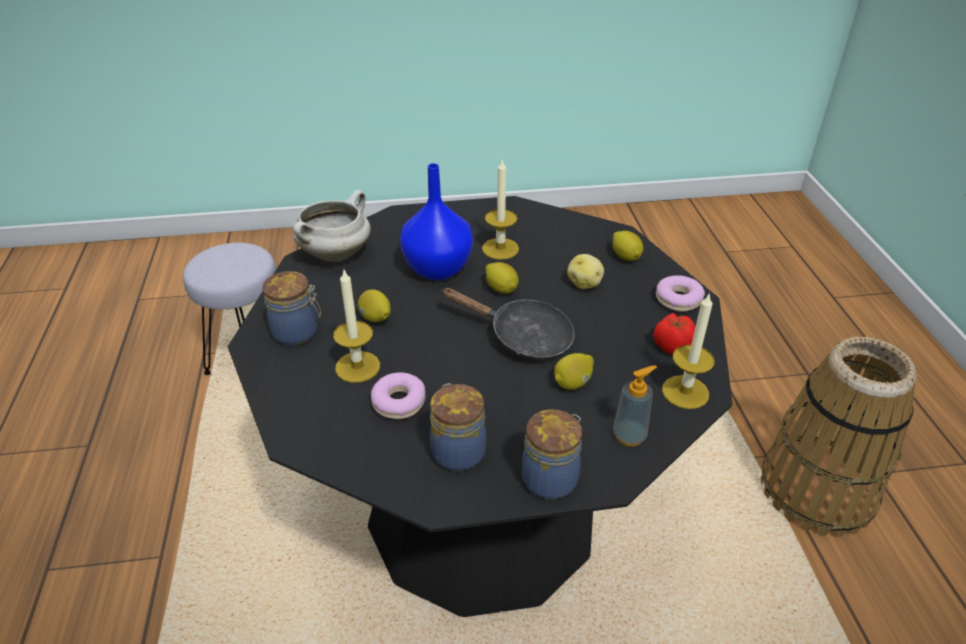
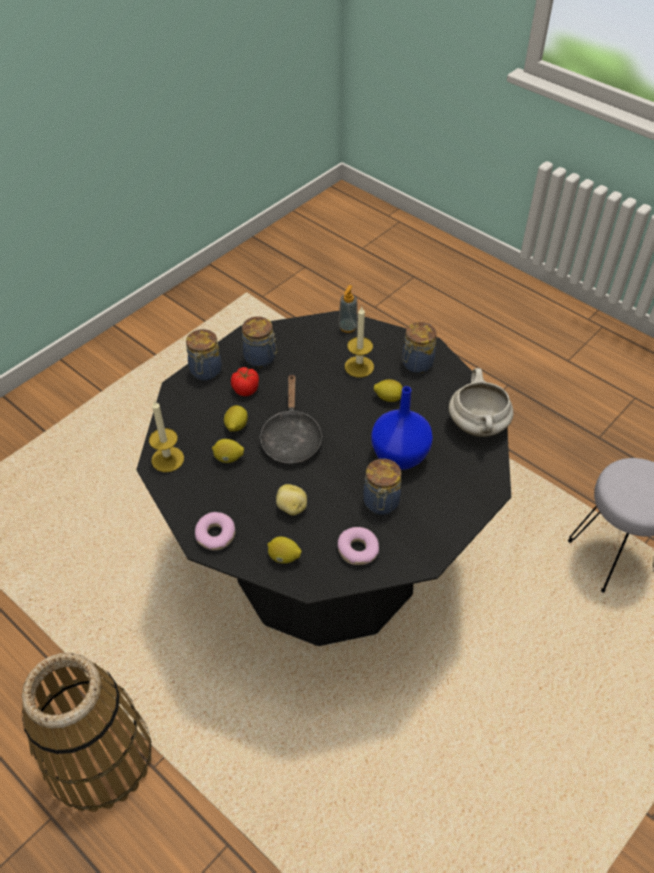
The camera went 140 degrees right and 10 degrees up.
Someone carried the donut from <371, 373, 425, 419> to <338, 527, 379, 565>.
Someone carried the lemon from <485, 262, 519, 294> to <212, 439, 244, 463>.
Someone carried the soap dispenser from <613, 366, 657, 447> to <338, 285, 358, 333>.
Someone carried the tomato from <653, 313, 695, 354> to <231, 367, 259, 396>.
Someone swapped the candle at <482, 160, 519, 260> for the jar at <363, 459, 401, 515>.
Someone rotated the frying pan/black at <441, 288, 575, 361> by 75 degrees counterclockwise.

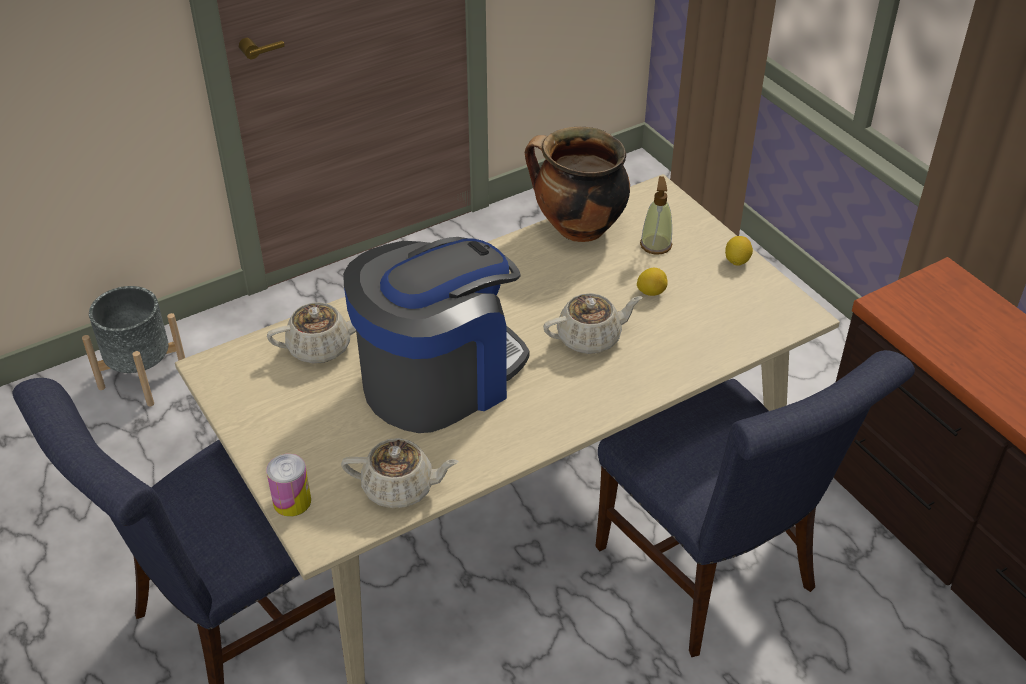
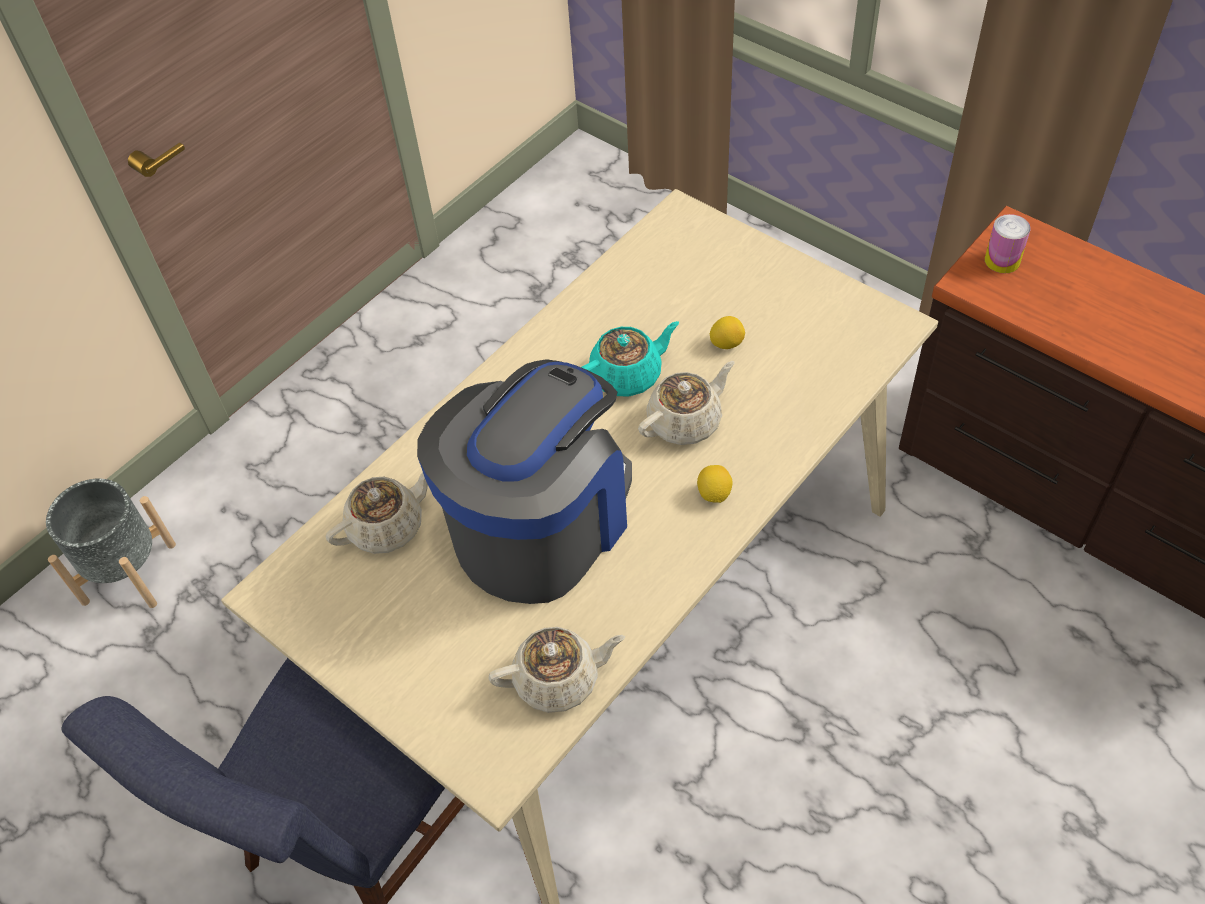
The camera went 15 degrees left and 10 degrees up.
Someone took away the cooking pot at <525, 127, 630, 242>.
Someone took away the chair/blue at <595, 350, 915, 657>.
Someone took away the soap dispenser at <640, 176, 672, 255>.
Someone put down the teapot/turquoise at <581, 321, 679, 397>.
Someone carried the can from <266, 454, 311, 516> to <985, 214, 1031, 273>.
Someone carried the lemon from <725, 236, 753, 266> to <697, 465, 733, 503>.

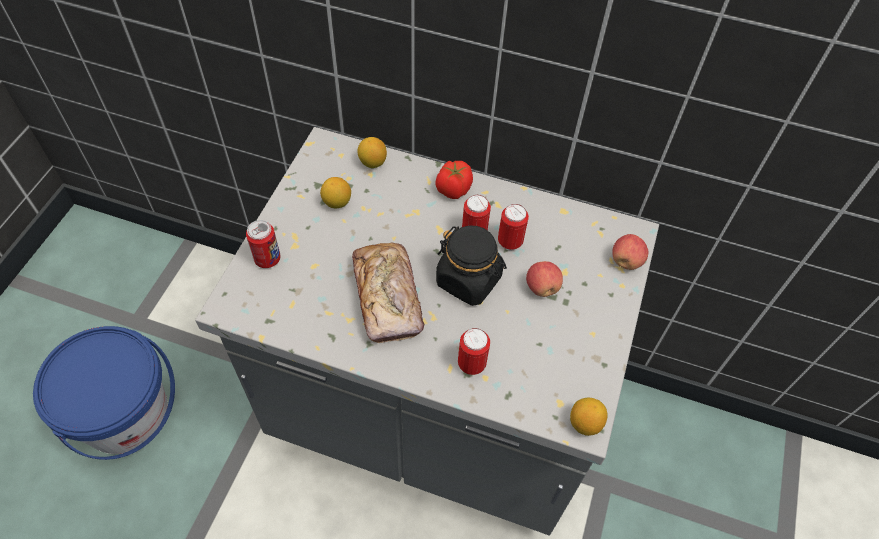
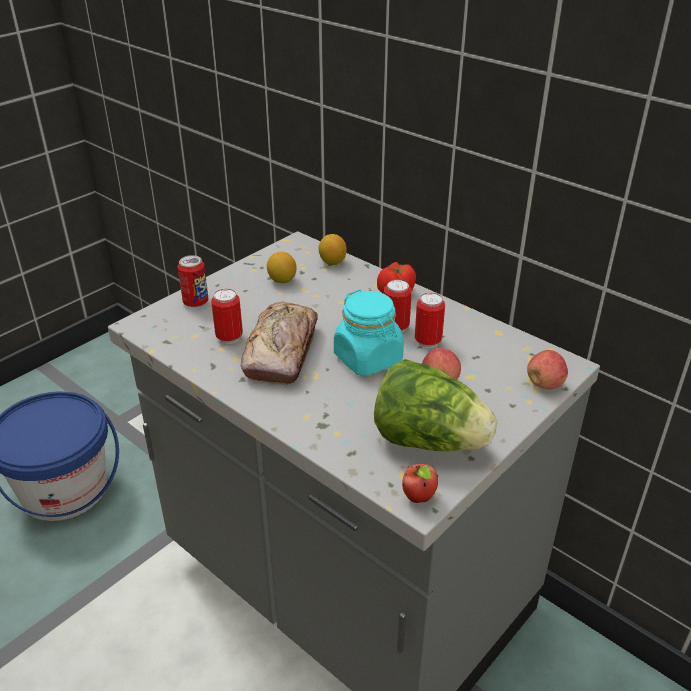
The camera went 25 degrees right and 20 degrees down.
Someone put down the lettuce at <374, 359, 497, 451>.
Someone carried the can from <458, 328, 490, 375> to <211, 289, 243, 344>.
Someone swapped the lemon at <570, 398, 608, 436> for the apple at <402, 464, 438, 503>.
Someone repainted the jar/black at <436, 226, 507, 306>, which became the jar/turquoise at <334, 289, 404, 376>.

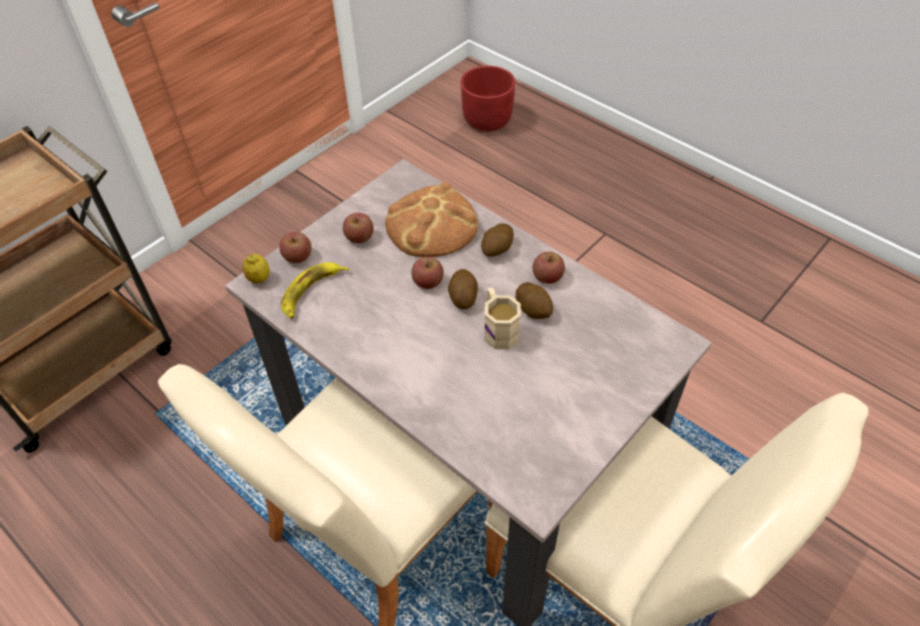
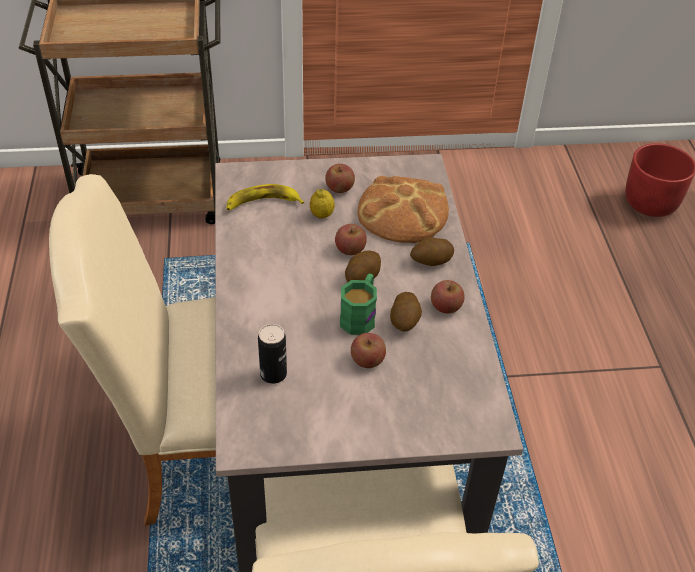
The camera went 40 degrees right and 5 degrees down.
Someone put down the can at <258, 324, 287, 384>.
Someone carried the lemon from <243, 254, 270, 283> to <310, 189, 335, 219>.
Someone carried the apple from <279, 232, 311, 263> to <351, 333, 386, 368>.
Someone repainted the mug/beige at <484, 288, 521, 350>, which became the mug/green at <340, 274, 377, 335>.

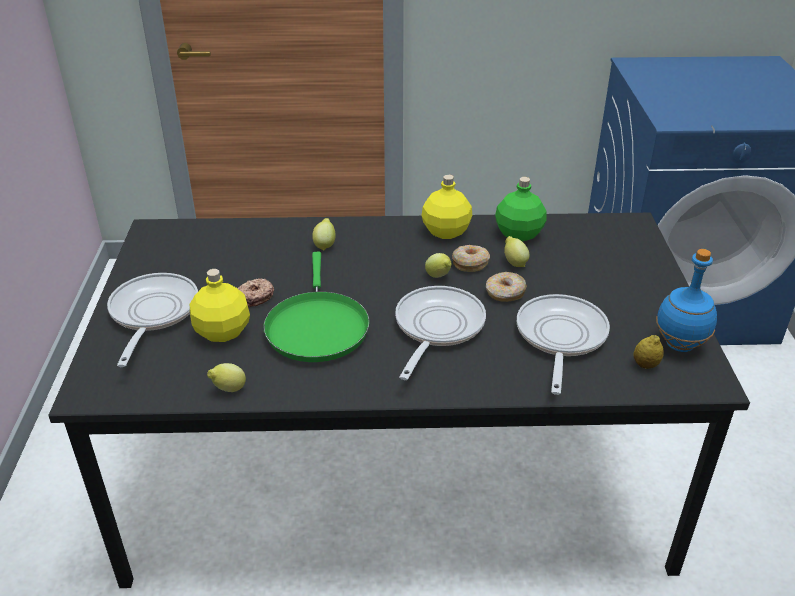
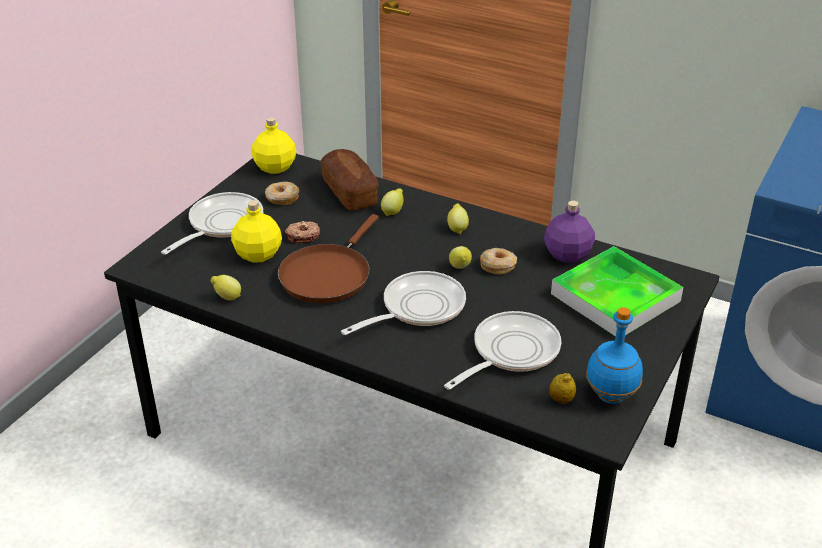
The camera went 30 degrees right and 0 degrees up.
Someone put down the bread at <320, 149, 379, 210>.
Someone put down the tray at <551, 246, 683, 337>.
Someone carried the bottle/yellow from <421, 175, 472, 239> to <251, 117, 296, 174>.
Someone carried the donut from <486, 272, 527, 302> to <265, 182, 299, 205>.
Someone carried the lemon from <504, 236, 530, 267> to <447, 203, 469, 234>.
Someone repainted the frying pan/green at <263, 252, 370, 362>, which became the frying pan/brown at <278, 214, 379, 303>.
Someone repainted the bottle/green at <495, 177, 547, 242>, which became the bottle/purple at <544, 200, 595, 263>.

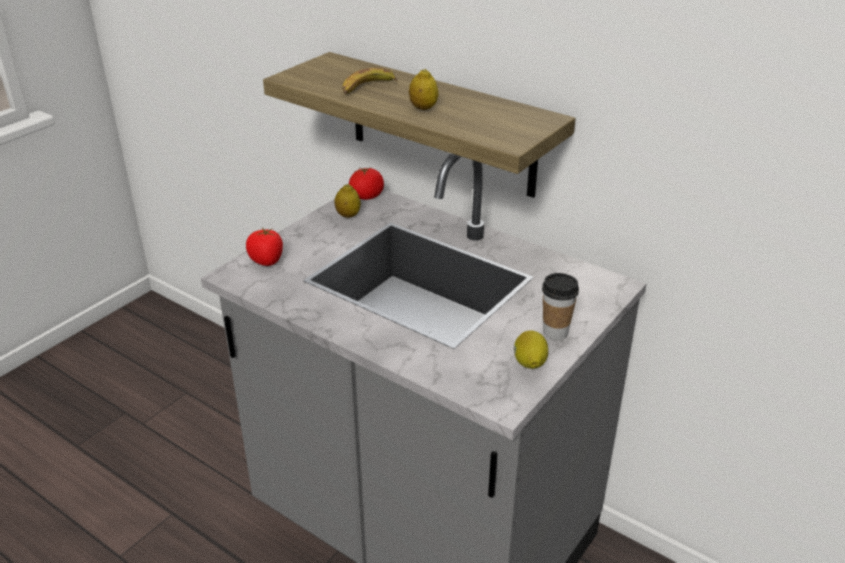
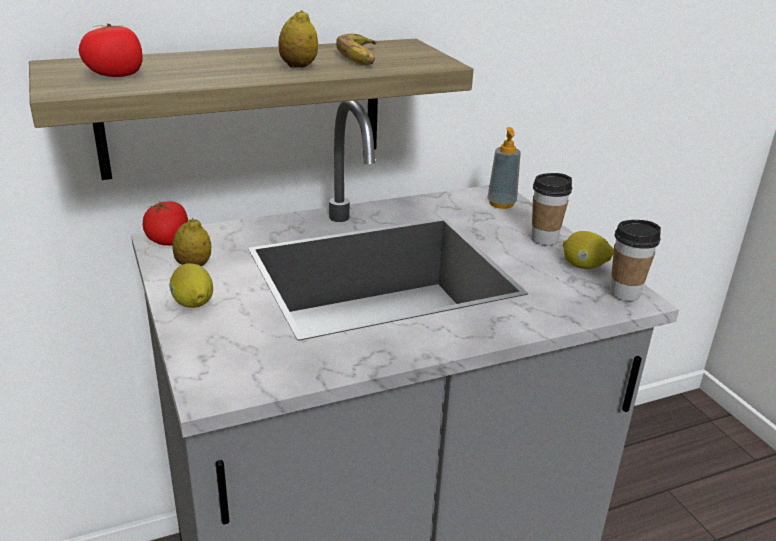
The camera went 60 degrees left and 5 degrees down.
Someone put down the lemon at <170, 263, 213, 308>.
Someone put down the soap dispenser at <488, 127, 521, 209>.
Someone put down the cup at <610, 220, 661, 301>.
Someone carried the tomato from <246, 228, 283, 266> to <79, 23, 142, 77>.
Someone carried the banana from <343, 68, 397, 94> to <336, 34, 377, 65>.

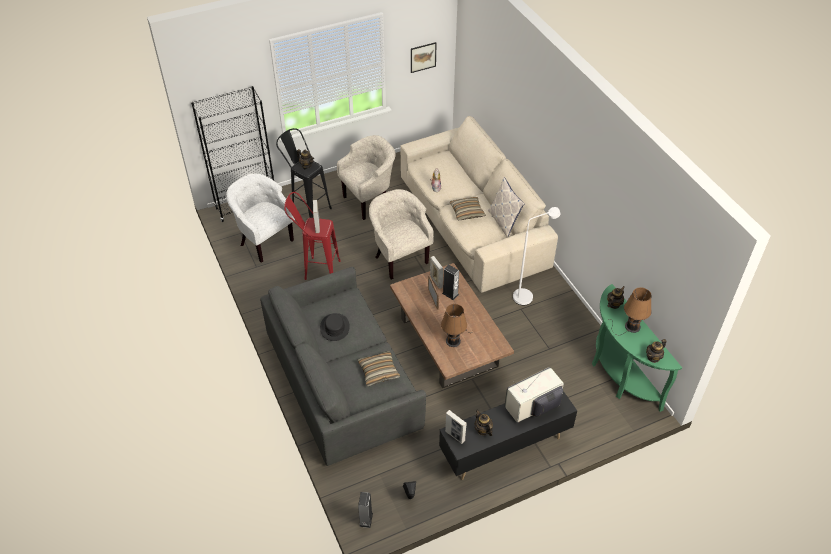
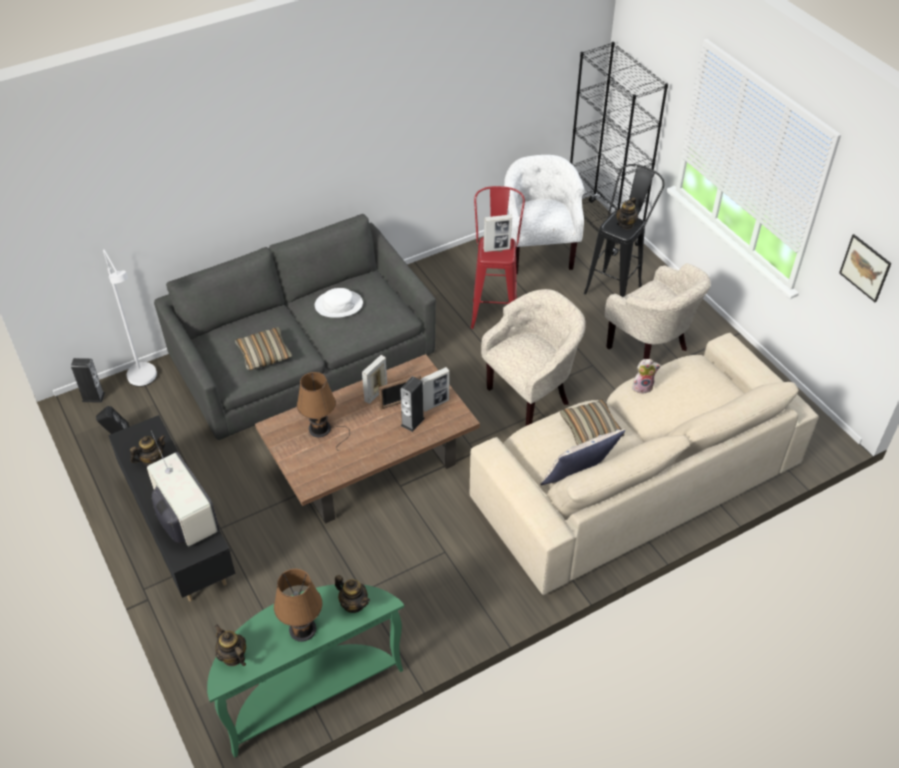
The camera went 85 degrees right and 0 degrees up.
Someone carried the picture frame from <445, 410, 467, 444> to <362, 355, 387, 404>.
Someone carried the floor lamp/white from <513, 207, 560, 305> to <103, 249, 157, 387>.
Someone repainted the hat/black at <320, 313, 350, 341>, which became the hat/white at <315, 288, 363, 318>.
Someone rotated the armchair/white at <226, 173, 295, 263> by 45 degrees counterclockwise.

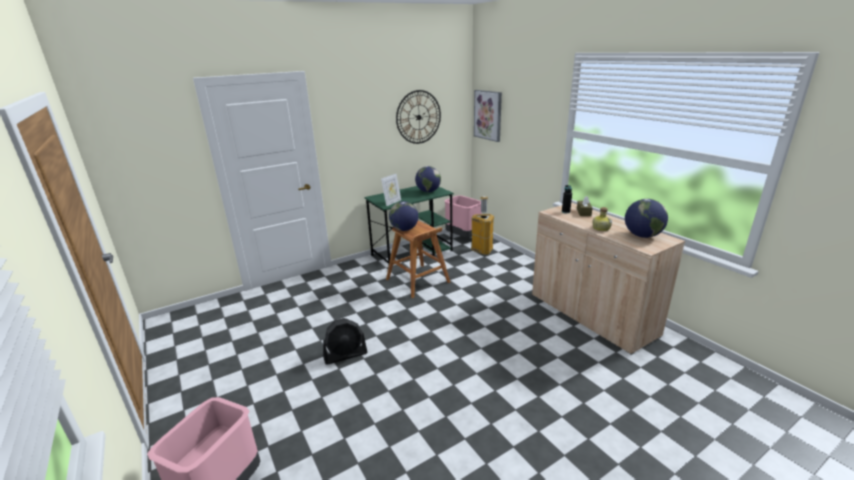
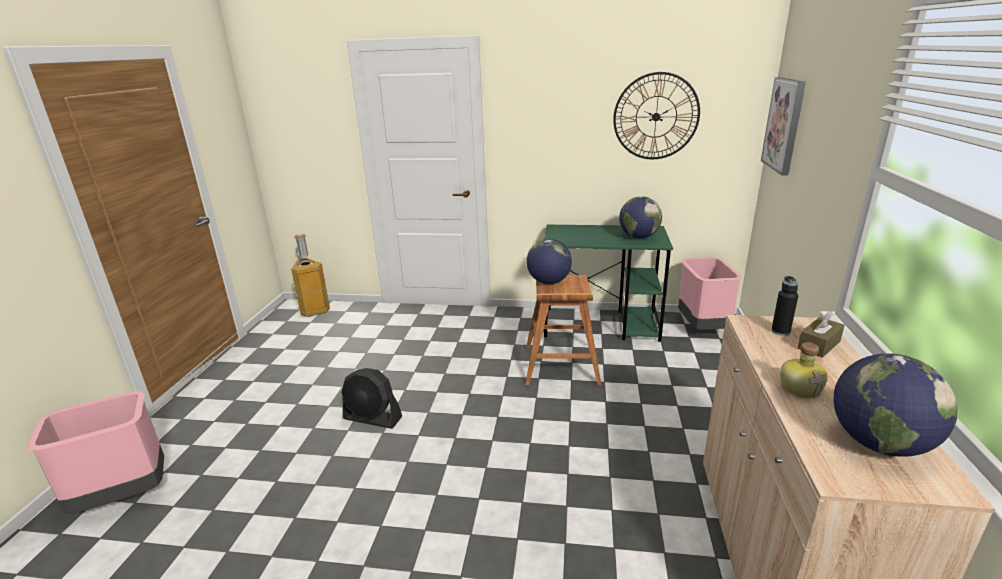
The camera went 40 degrees right and 0 degrees up.
Someone took away the picture frame at <381, 174, 401, 206>.
Someone carried the trash can from <471, 196, 494, 255> to <291, 234, 330, 317>.

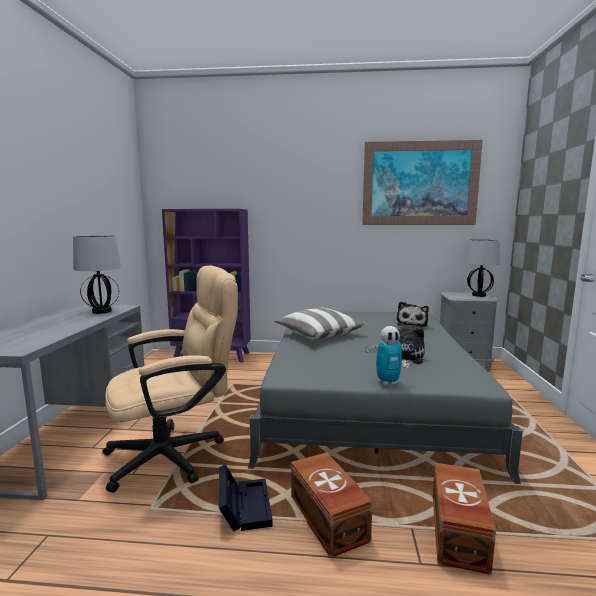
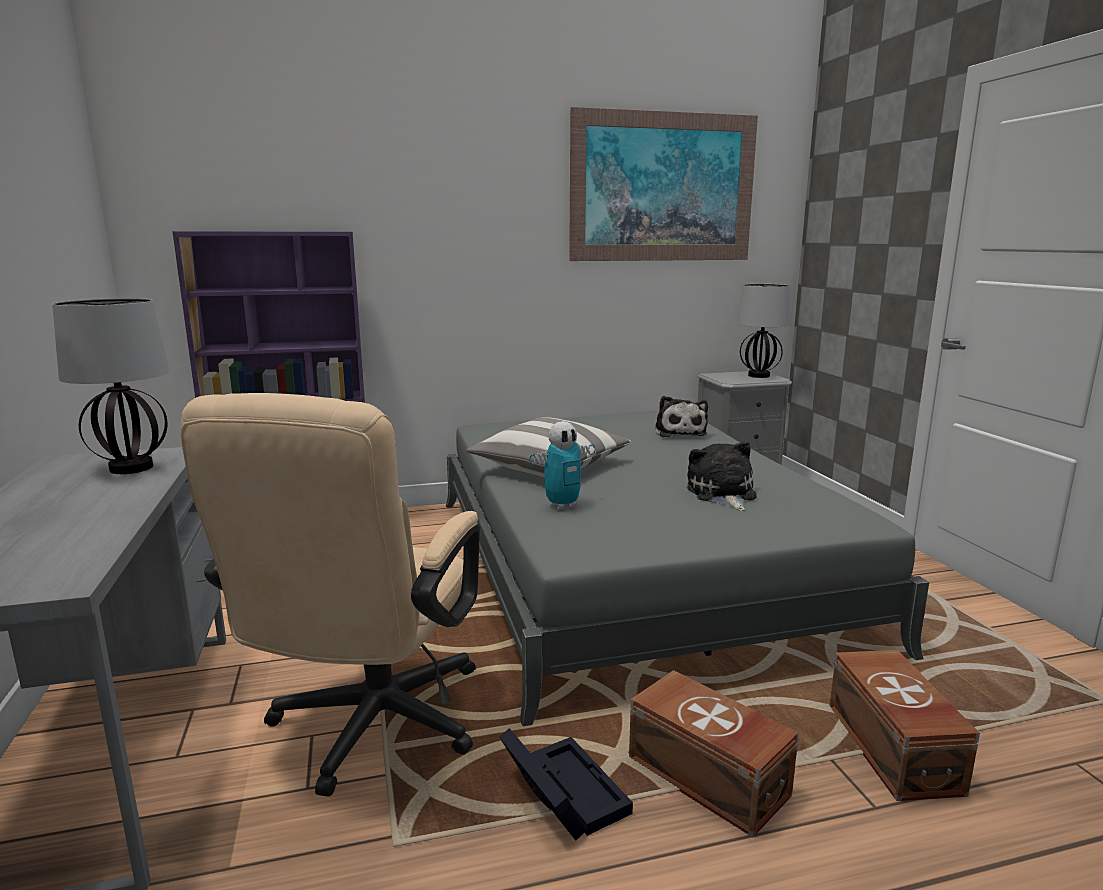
The camera went 20 degrees left and 5 degrees up.
Someone carried the toy robot from <365, 326, 414, 385> to <529, 421, 595, 510>.
Someone rotated the office chair/beige at <102, 265, 238, 493> by 150 degrees clockwise.

